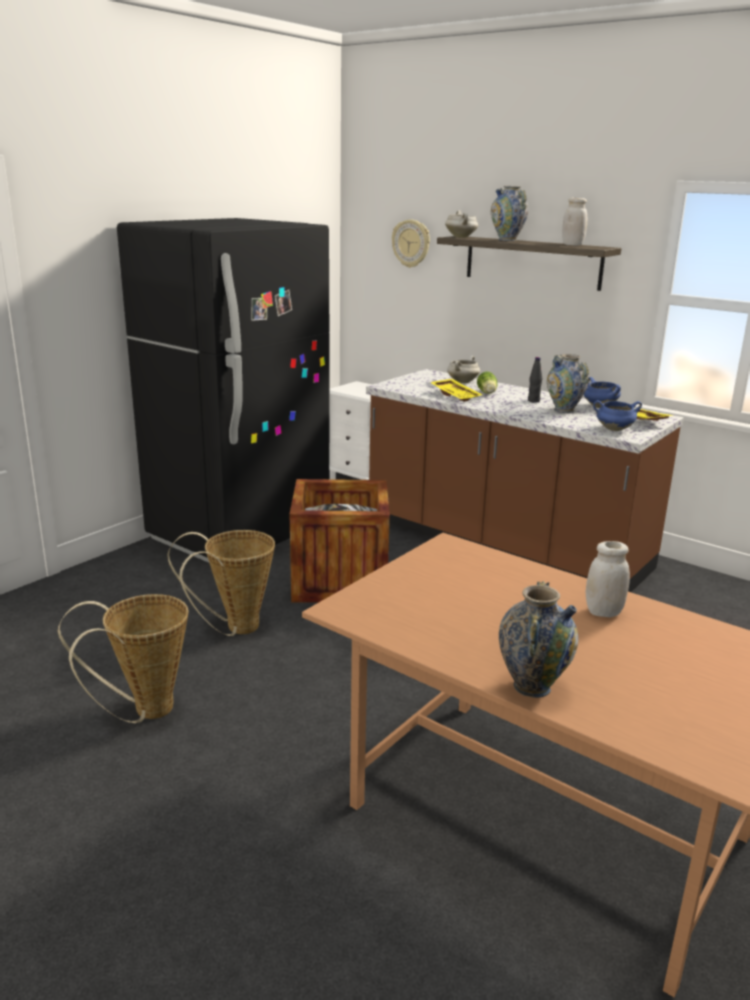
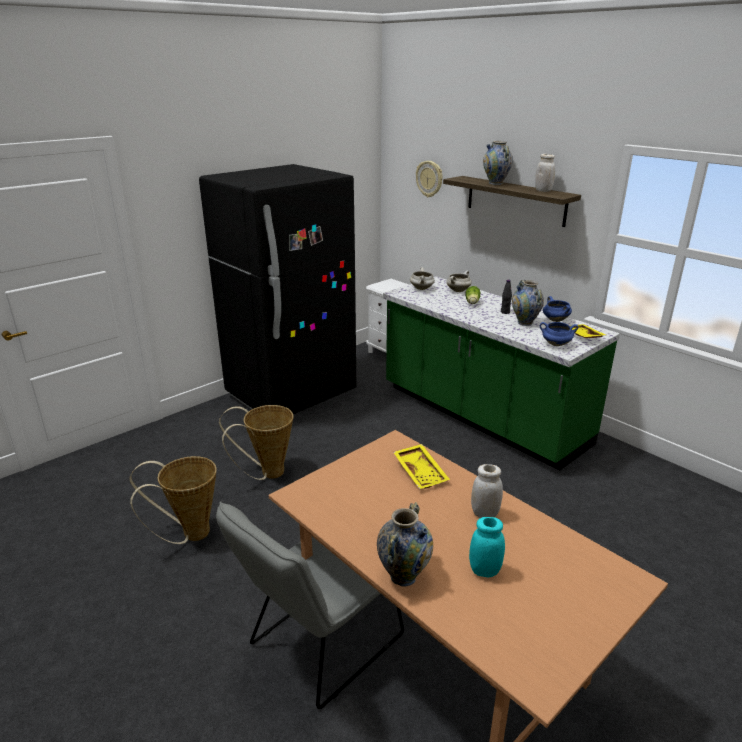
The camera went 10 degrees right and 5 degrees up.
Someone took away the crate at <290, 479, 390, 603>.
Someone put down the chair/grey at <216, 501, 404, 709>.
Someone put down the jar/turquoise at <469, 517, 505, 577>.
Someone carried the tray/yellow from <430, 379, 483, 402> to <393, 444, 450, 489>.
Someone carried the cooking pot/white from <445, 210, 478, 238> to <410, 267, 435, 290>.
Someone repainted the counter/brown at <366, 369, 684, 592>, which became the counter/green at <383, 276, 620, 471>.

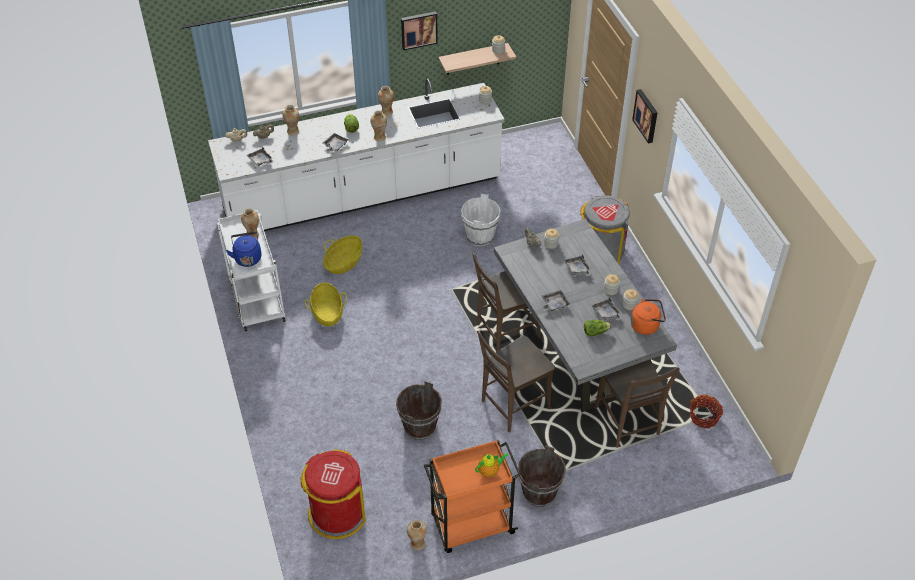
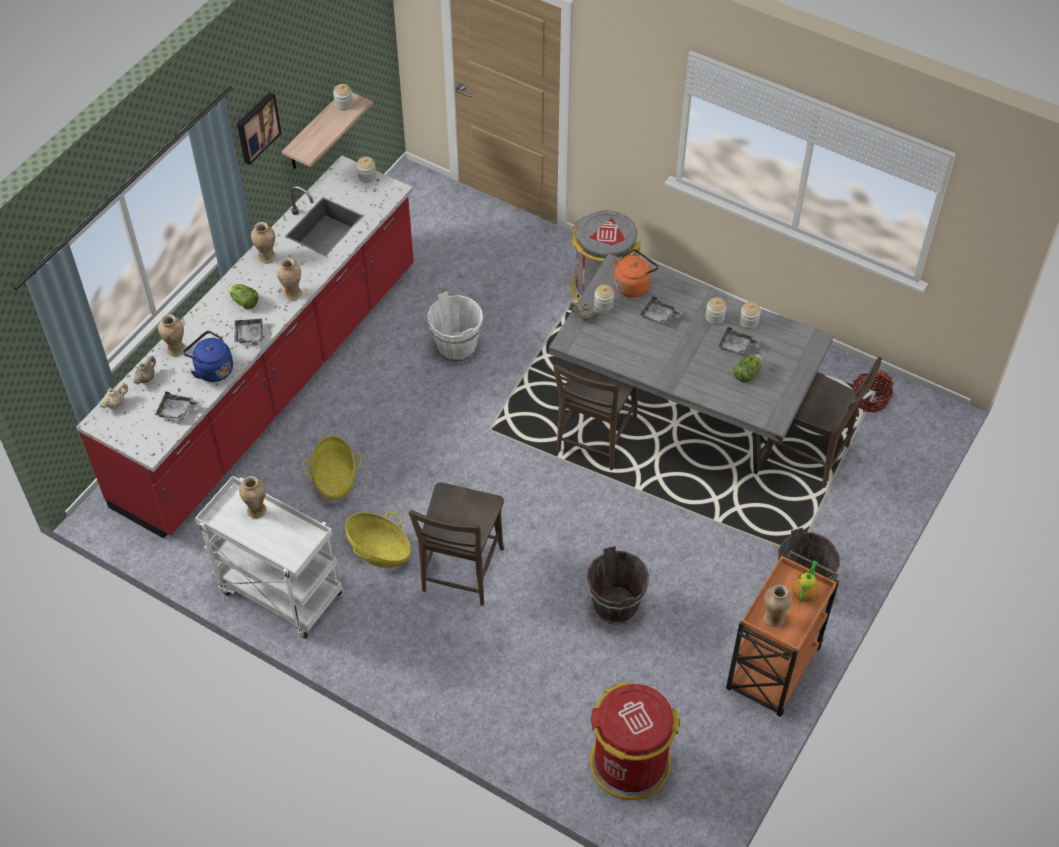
The camera went 40 degrees left and 5 degrees up.
Someone took away the tray/grey at <541, 290, 570, 311>.
Someone took away the picture at <632, 89, 658, 144>.
Someone carried the kettle/blue from <226, 232, 262, 267> to <183, 331, 233, 382>.
Someone carried the vase from <407, 519, 427, 550> to <764, 584, 792, 627>.
Someone carried the chair/brown from <478, 331, 555, 432> to <409, 482, 504, 606>.
Someone carried the kettle/orange from <631, 299, 666, 335> to <613, 249, 659, 298>.
Someone repainted the counter/white at <208, 79, 504, 231>, which became the counter/red at <76, 155, 414, 539>.

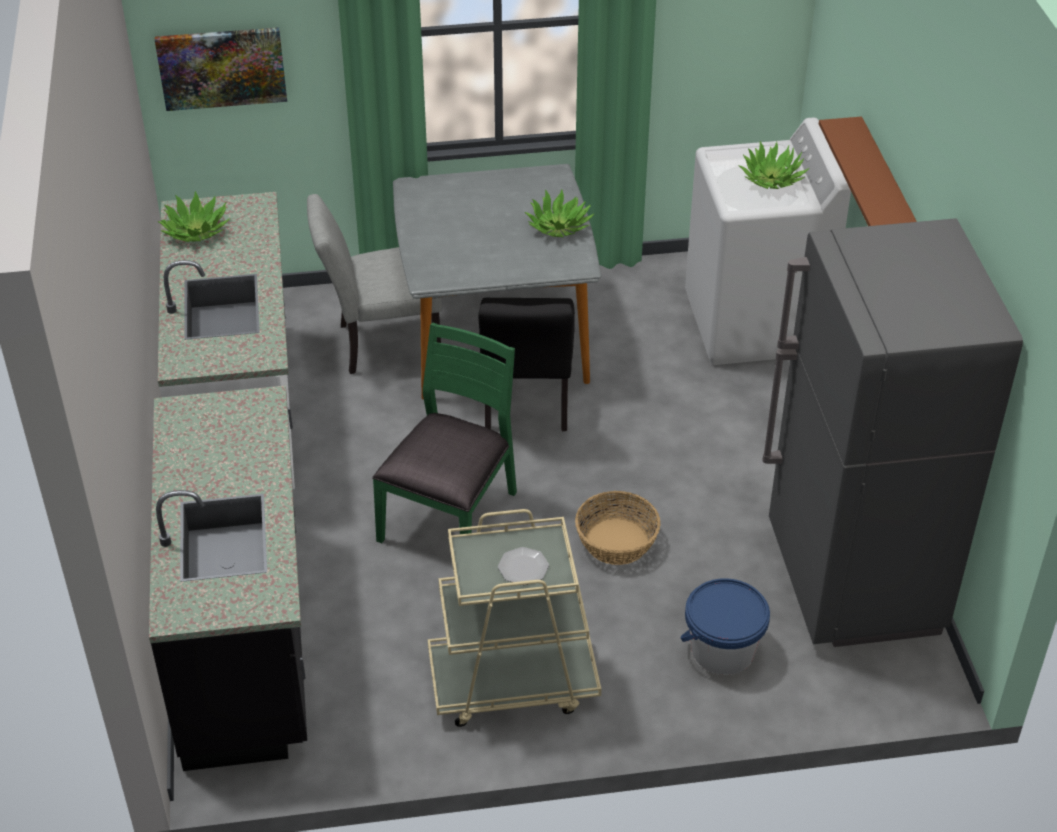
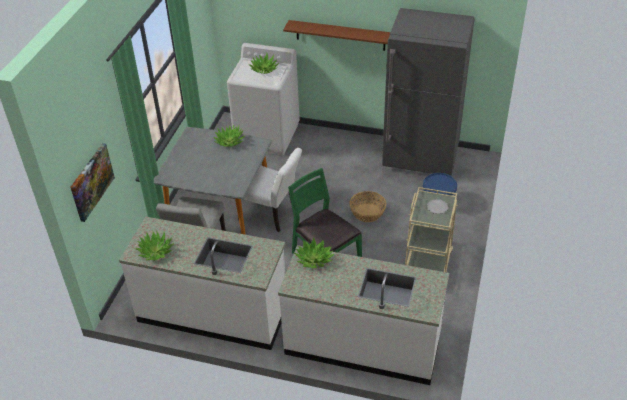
The camera went 65 degrees left and 0 degrees up.
Someone put down the potted plant at <293, 237, 335, 268>.
Someone repainted the counter/black at <149, 386, 307, 771>, which became the counter/white at <278, 245, 449, 385>.
Someone repainted the chair/black at <478, 298, 575, 431>, which became the chair/white at <238, 148, 302, 232>.

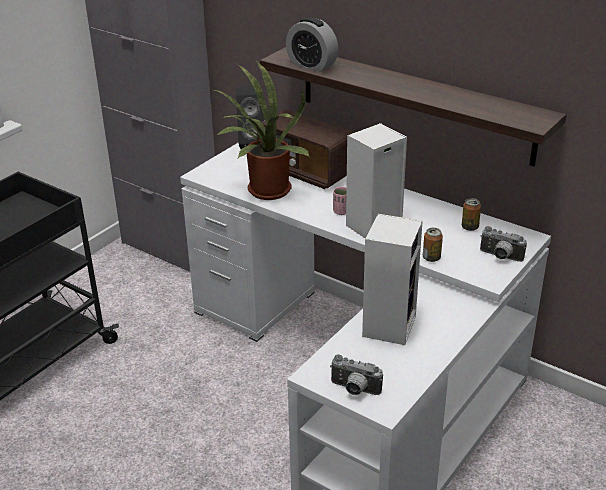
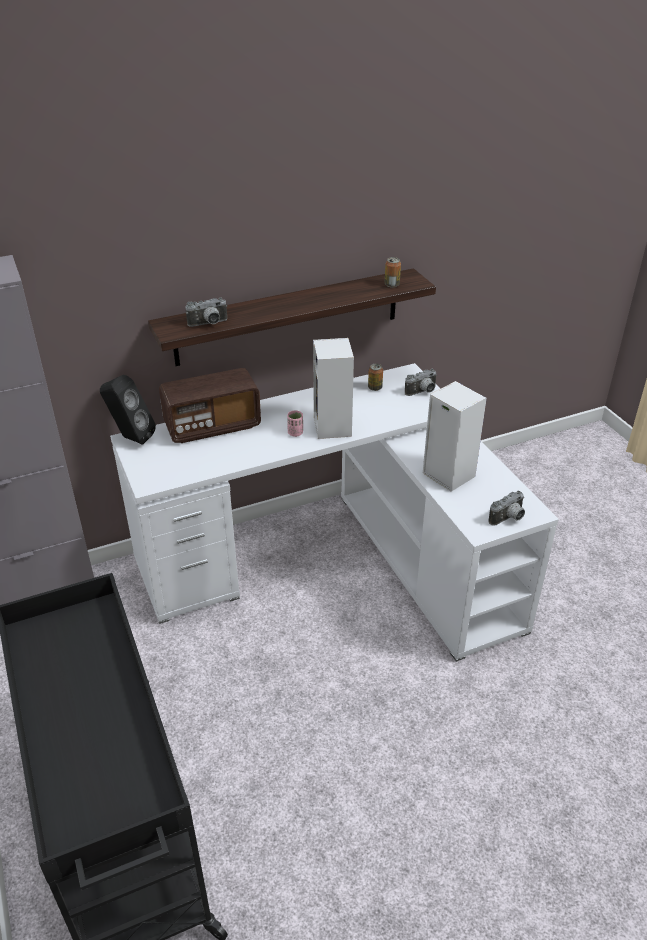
The camera went 60 degrees left and 5 degrees up.
Someone took away the potted plant at <214, 62, 309, 200>.
Someone carried the can from <423, 228, 443, 262> to <384, 257, 401, 287>.
Someone swapped the alarm clock at <286, 17, 338, 72> for the photo camera at <185, 297, 227, 327>.

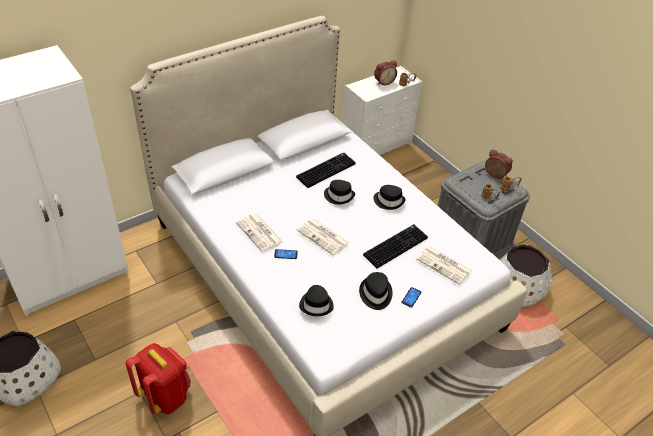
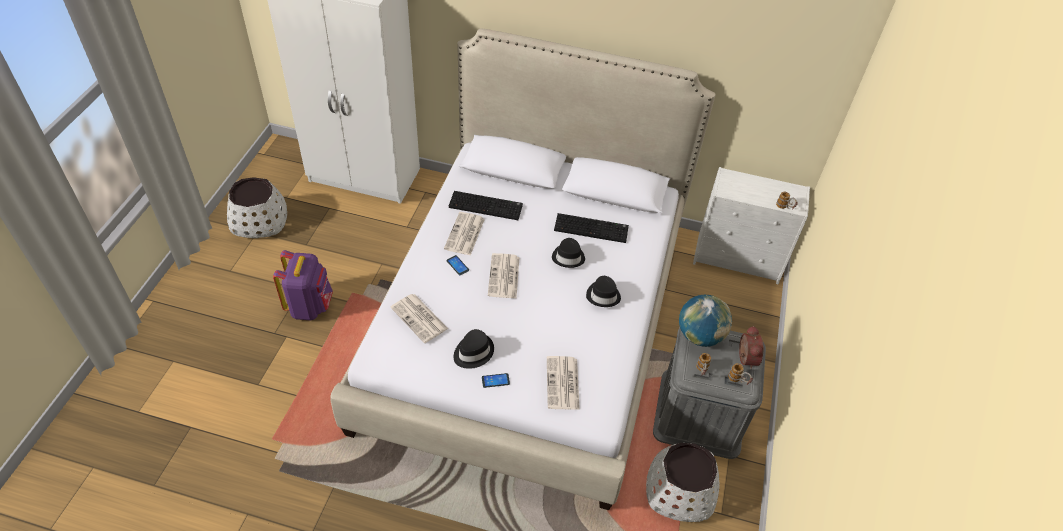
The camera went 50 degrees right and 5 degrees up.
Someone took away the alarm clock at <374, 60, 397, 85>.
Someone put down the globe at <679, 295, 732, 347>.
Someone carried the keyboard from <363, 224, 428, 269> to <449, 191, 523, 220>.
Someone swapped the hat/black at <299, 285, 334, 316> for the newspaper at <390, 294, 448, 343>.
Someone repainted the backpack/red at <125, 343, 191, 415>, which became the backpack/purple at <273, 250, 333, 320>.

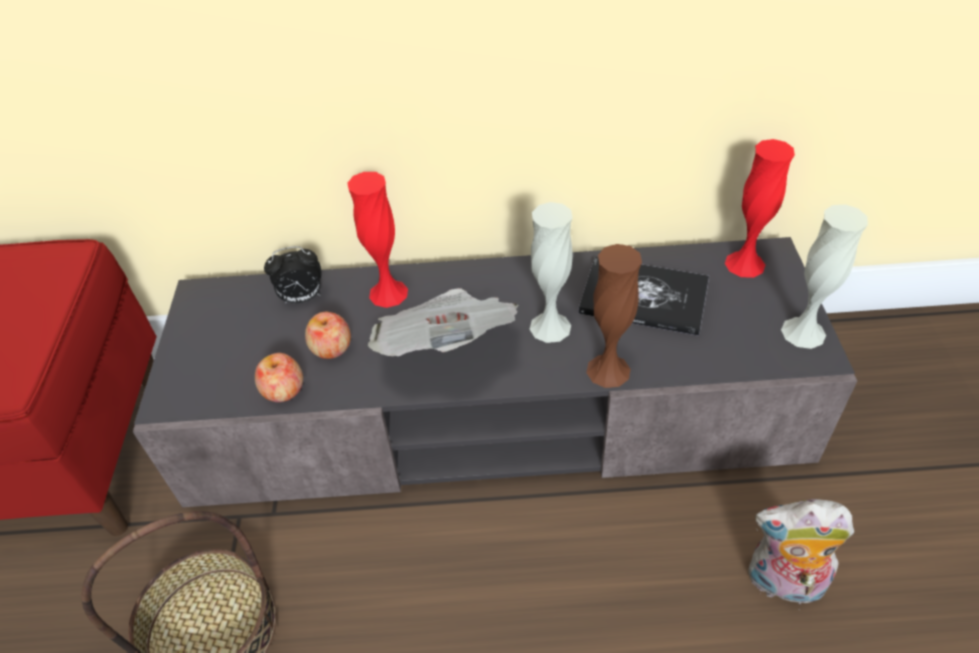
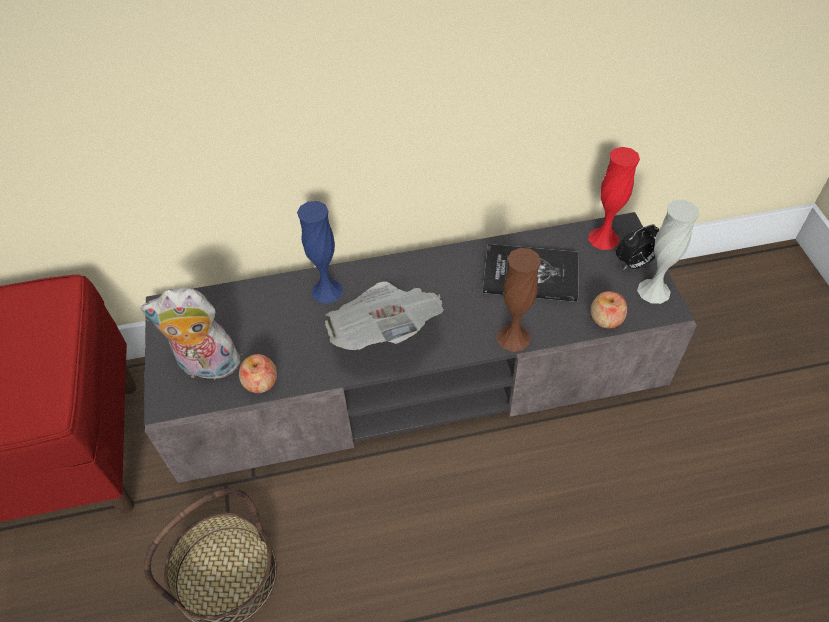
The camera went 10 degrees left and 5 degrees up.
Someone took away the vase/white at <530, 202, 572, 343>.
Someone carried the alarm clock from <264, 246, 322, 304> to <616, 224, 660, 270>.
Someone carried the apple from <305, 312, 351, 359> to <590, 291, 627, 328>.
Someone carried the plush toy from <748, 499, 854, 610> to <141, 288, 242, 384>.
Someone repainted the vase/red at <347, 172, 408, 308>, which became the vase/blue at <297, 201, 343, 304>.

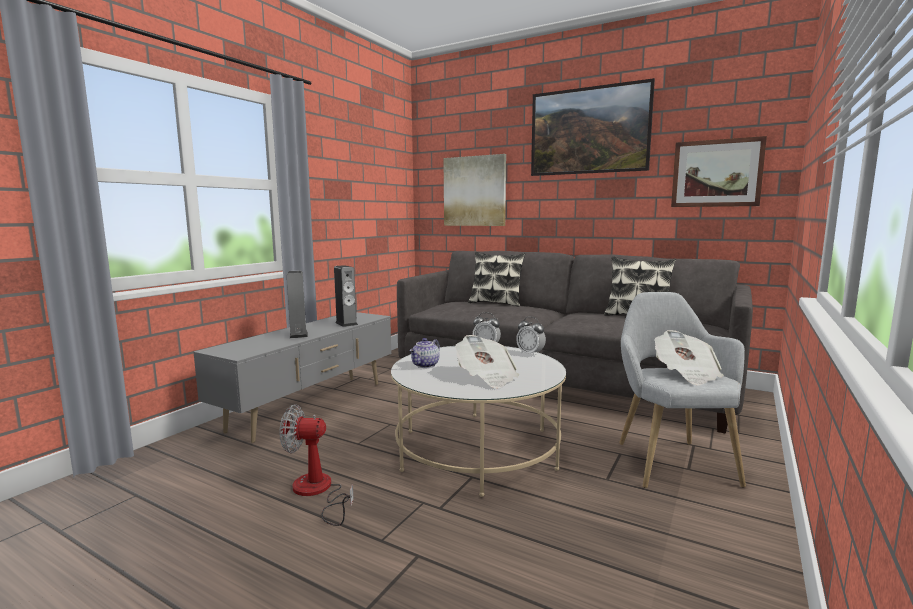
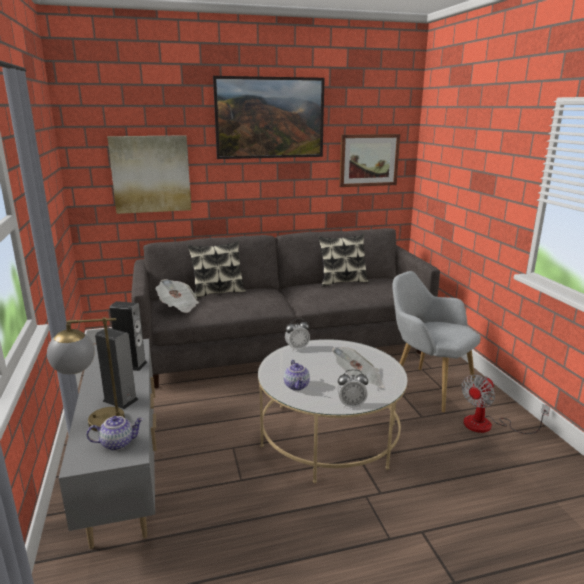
The camera went 45 degrees left and 10 degrees up.
Someone put down the table lamp at <47, 317, 125, 431>.
Someone put down the teapot at <86, 416, 144, 451>.
Someone carried the fan from <280, 404, 354, 526> to <461, 375, 550, 434>.
Someone carried the alarm clock from <516, 317, 546, 357> to <337, 369, 368, 408>.
Someone carried the newspaper from <654, 330, 724, 385> to <156, 279, 199, 313>.

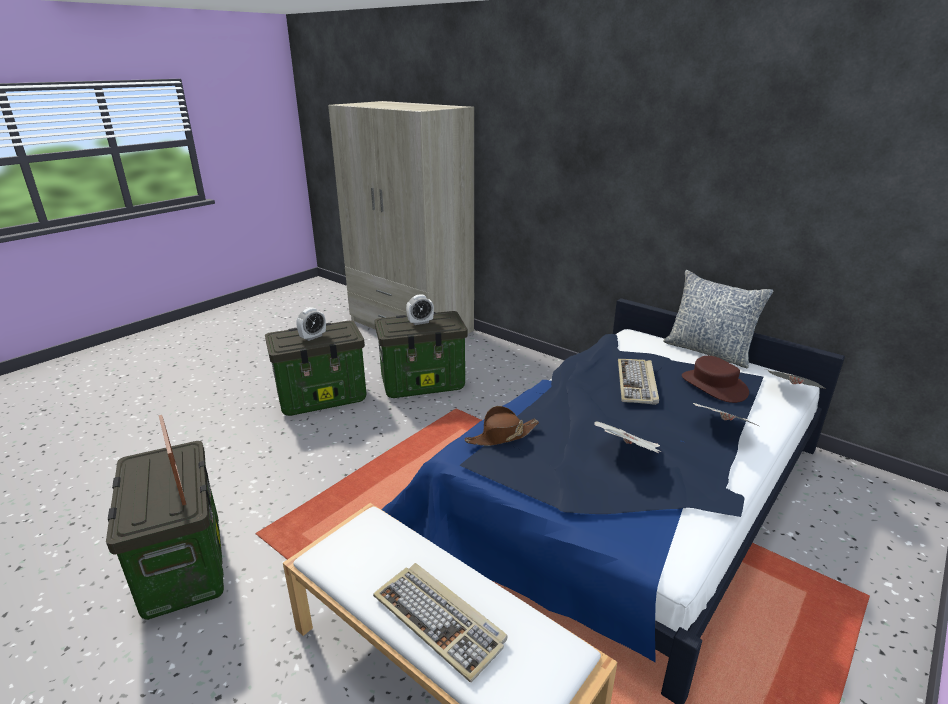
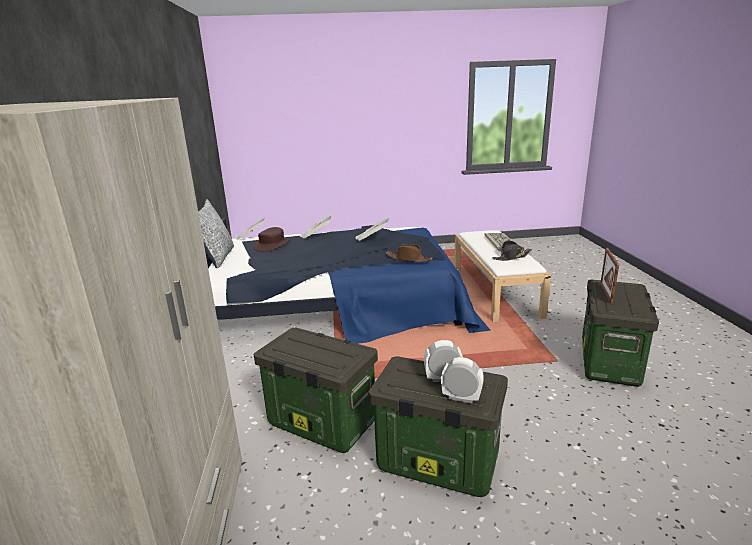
The camera went 135 degrees left and 5 degrees down.
Someone took away the keyboard at <618, 359, 659, 405>.
Someone put down the hat/black at <492, 240, 532, 261>.
Someone carried the alarm clock from <406, 294, 434, 325> to <441, 357, 484, 404>.

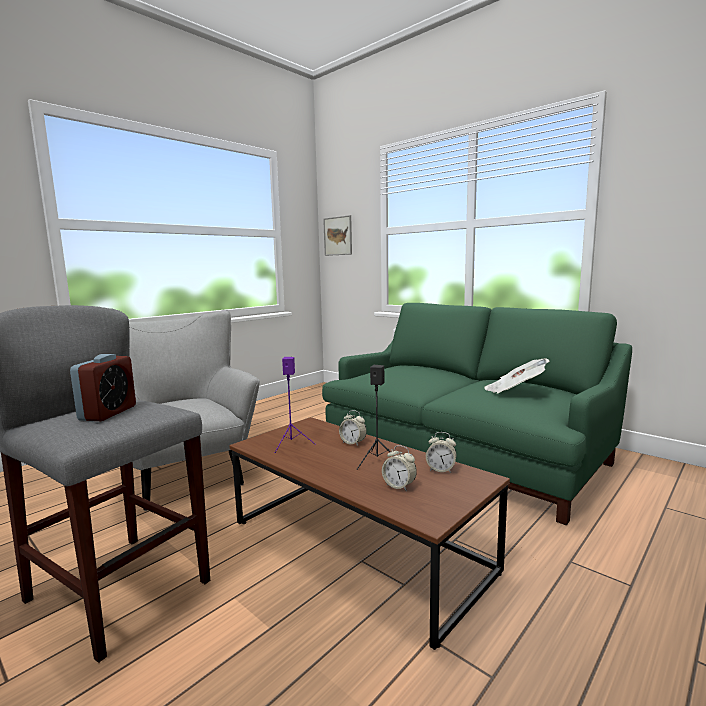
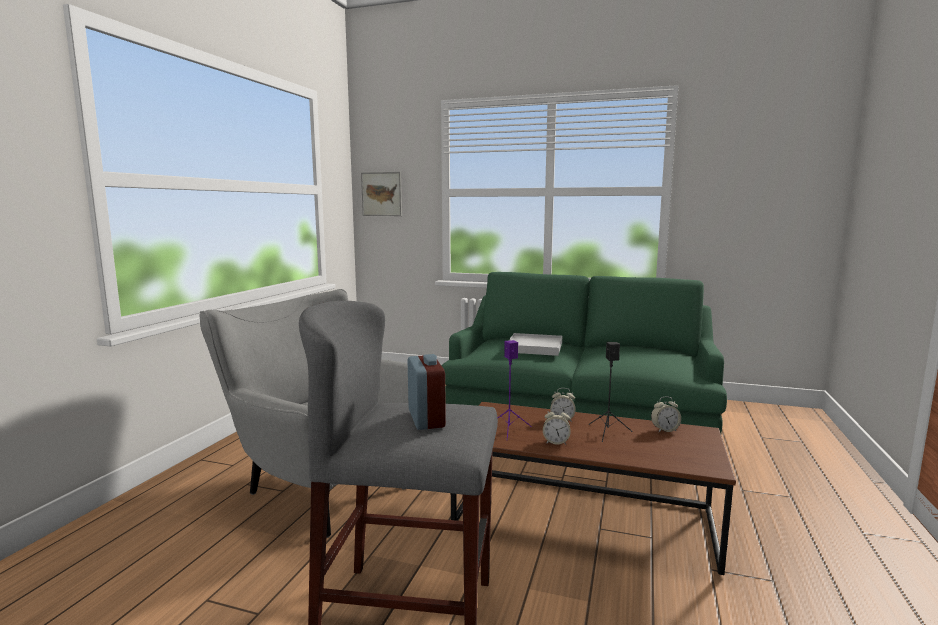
The camera went 25 degrees left and 0 degrees up.
Someone took away the newspaper at <484, 359, 550, 394>.
Someone put down the tray/white at <509, 333, 562, 356>.
Someone carried the alarm clock from <382, 445, 417, 491> to <543, 407, 571, 445>.

